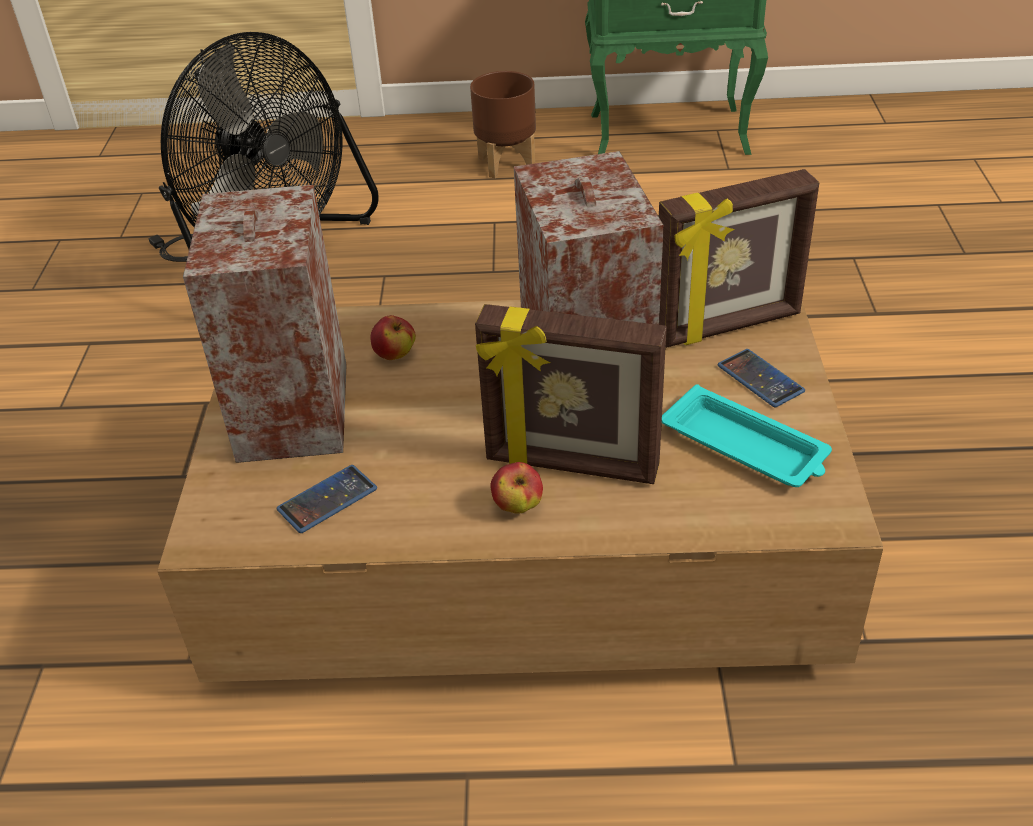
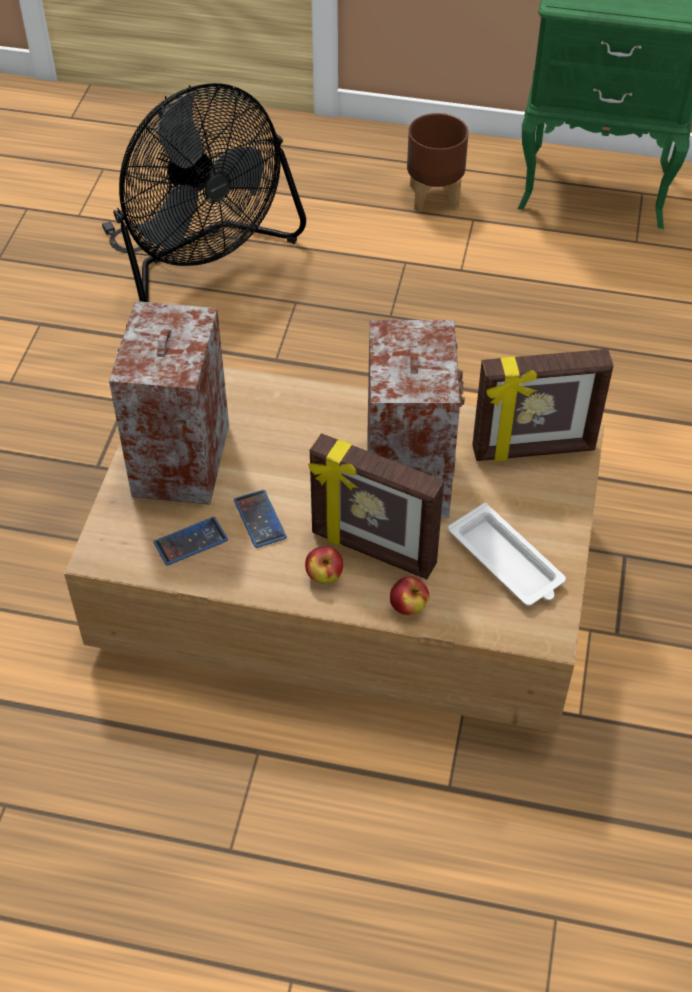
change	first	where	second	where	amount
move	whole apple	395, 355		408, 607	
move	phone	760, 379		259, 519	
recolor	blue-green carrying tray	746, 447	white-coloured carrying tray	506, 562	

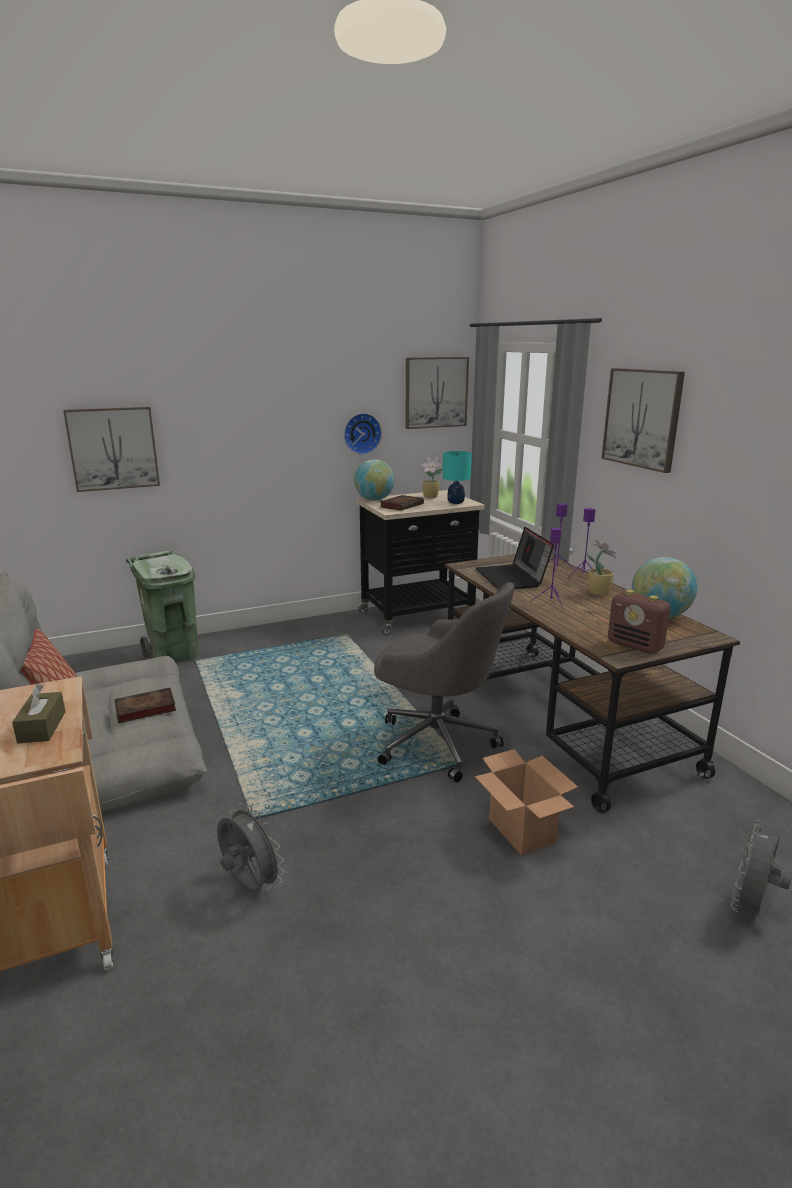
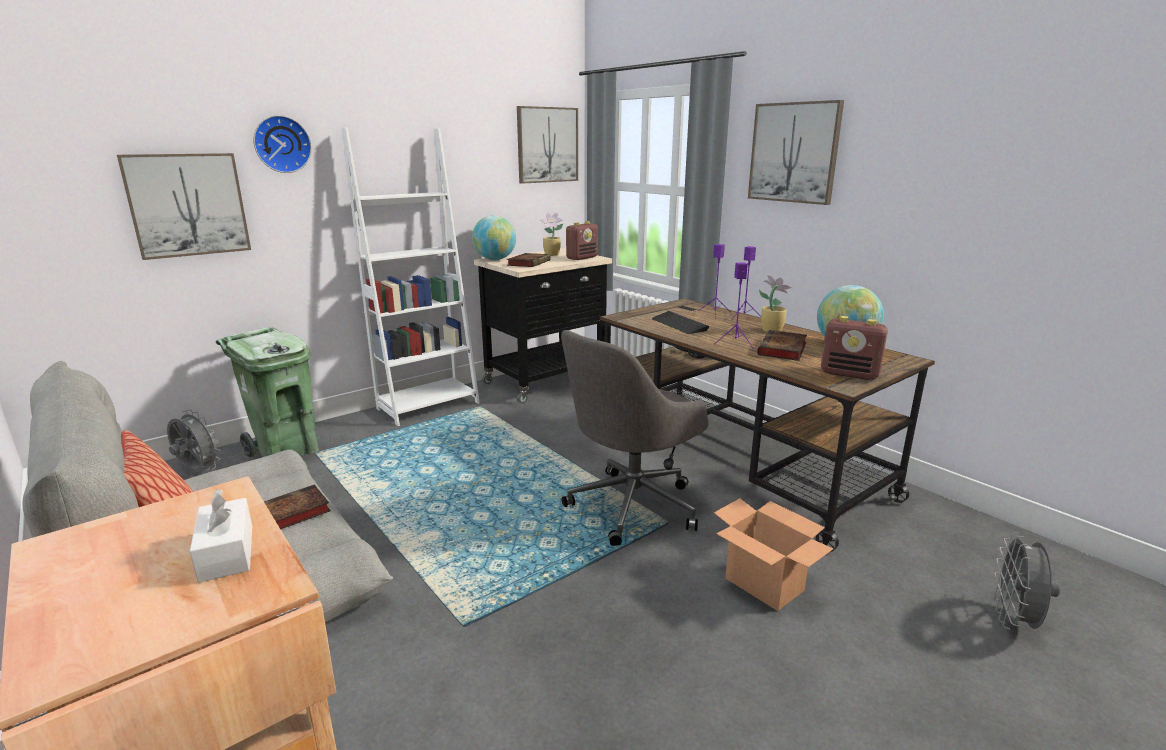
change	first	where	second	where	amount
insert			white-coloured shelving unit	428, 406	
insert			volume	782, 350	
move	grey electric fan	249, 886		197, 471	
move	clock on the wall	361, 433		281, 144	
replace	blue-green tabletop lamp	455, 502	radio receiver	582, 258	
replace	portable computer	512, 578	keyboard	679, 324	
recolor	brown-coloured tissue holder	42, 727	white-coloured tissue holder	227, 553	
rotate	grey office chair	438, 744		632, 507	120 degrees clockwise

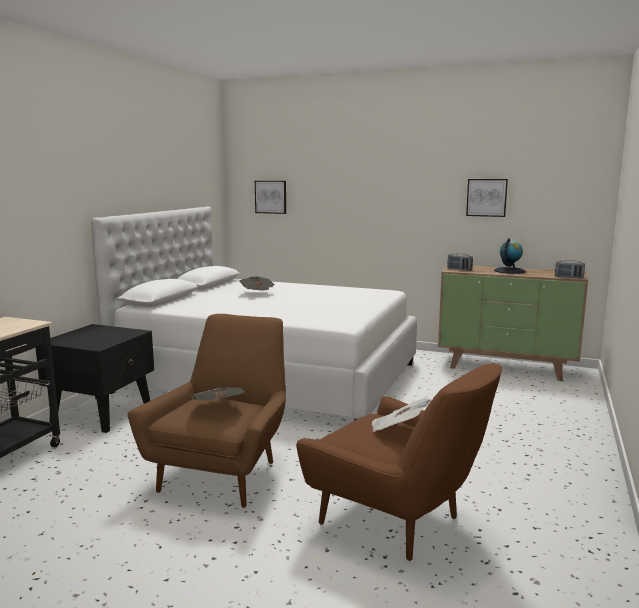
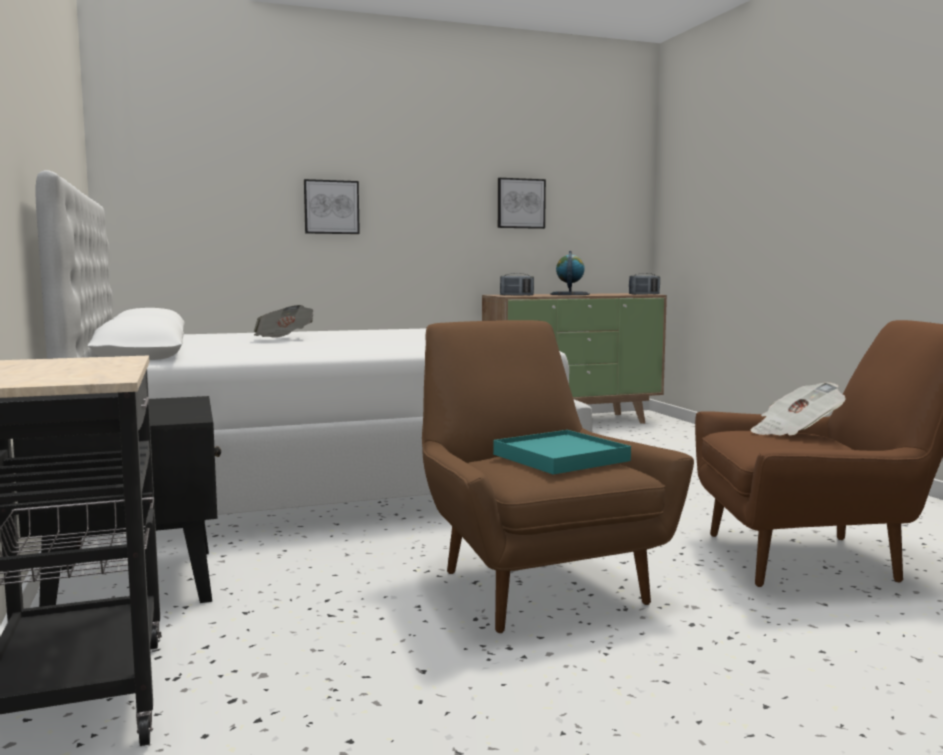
change	first	where	second	where	amount
move	wall art	271, 197		331, 207	
replace	printed paper	218, 408	blue-green carrying tray	560, 457	

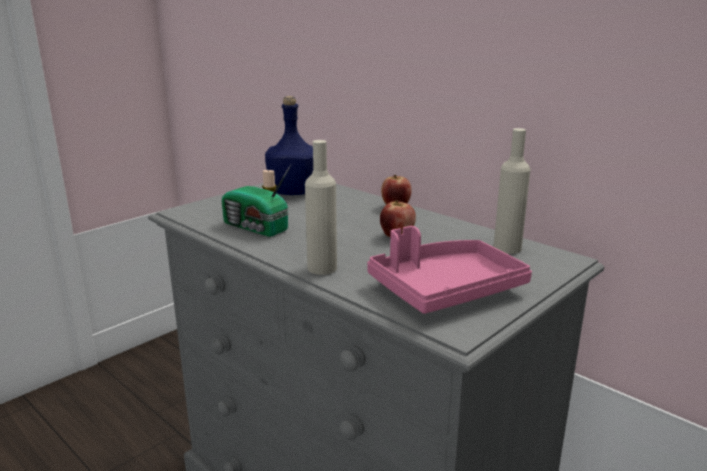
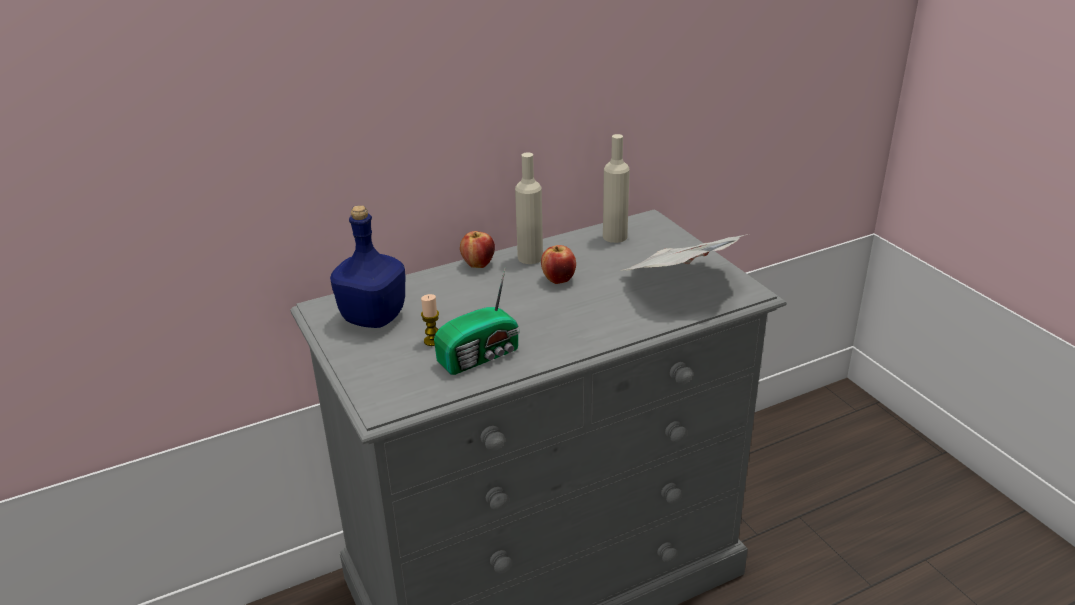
change	first	where	second	where	amount
move	beige bottle	322, 268		530, 257	
replace	pink-coloured carrying tray	445, 290	printed paper	681, 281	

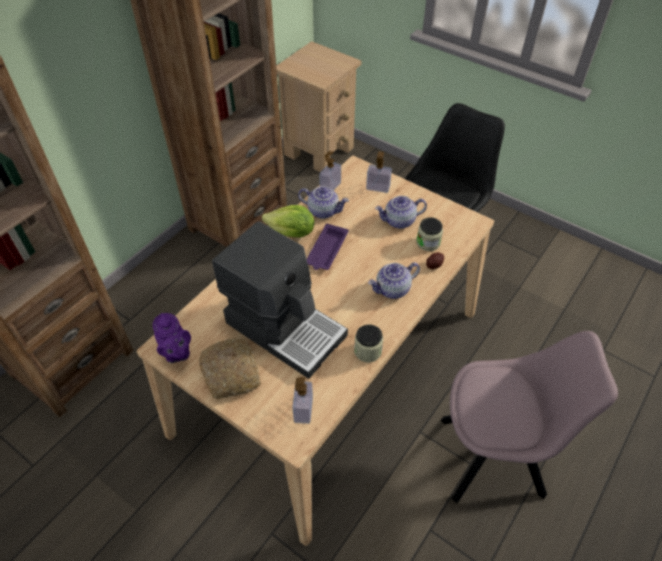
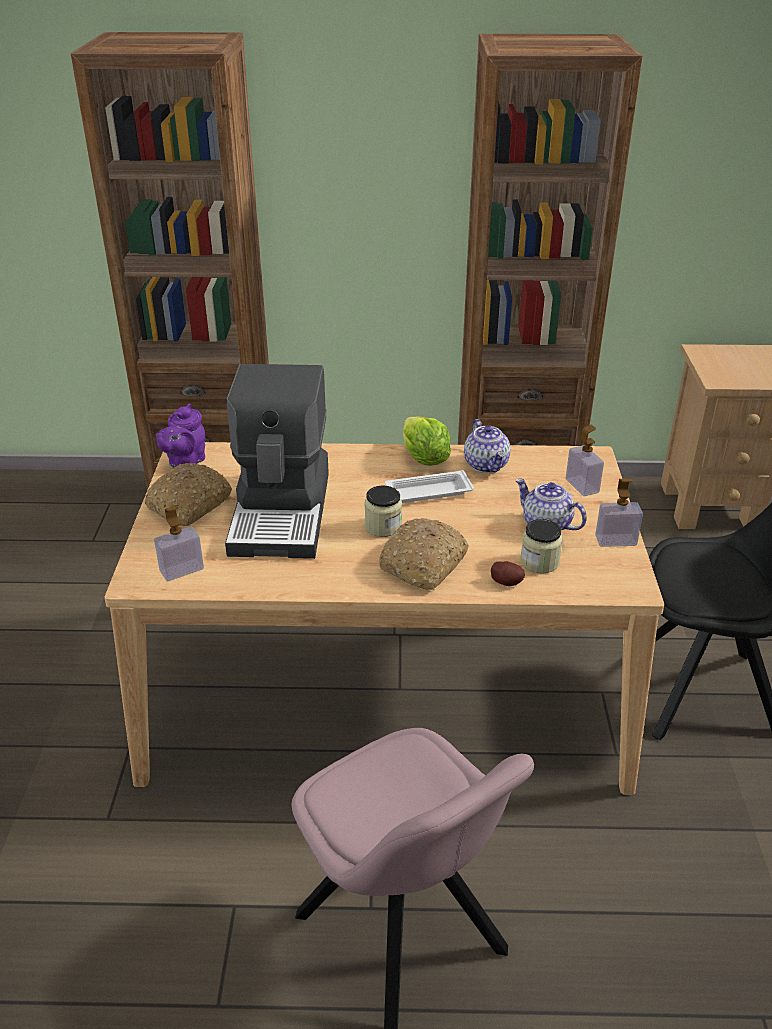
change	first	where	second	where	amount
move	liquid soap bottle	330, 187		615, 540	
move	jar	367, 351		383, 526	
replace	pot for tea	392, 290	baked bread	423, 564	
recolor	purple carrying tray	326, 250	white-coloured carrying tray	426, 492	

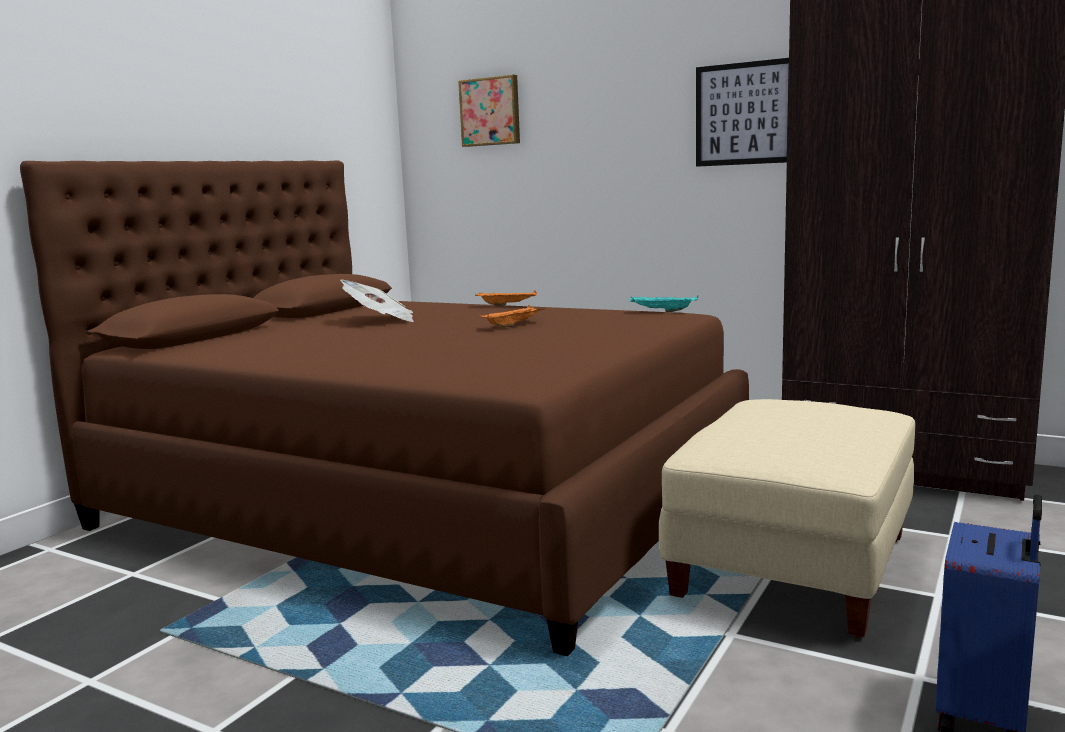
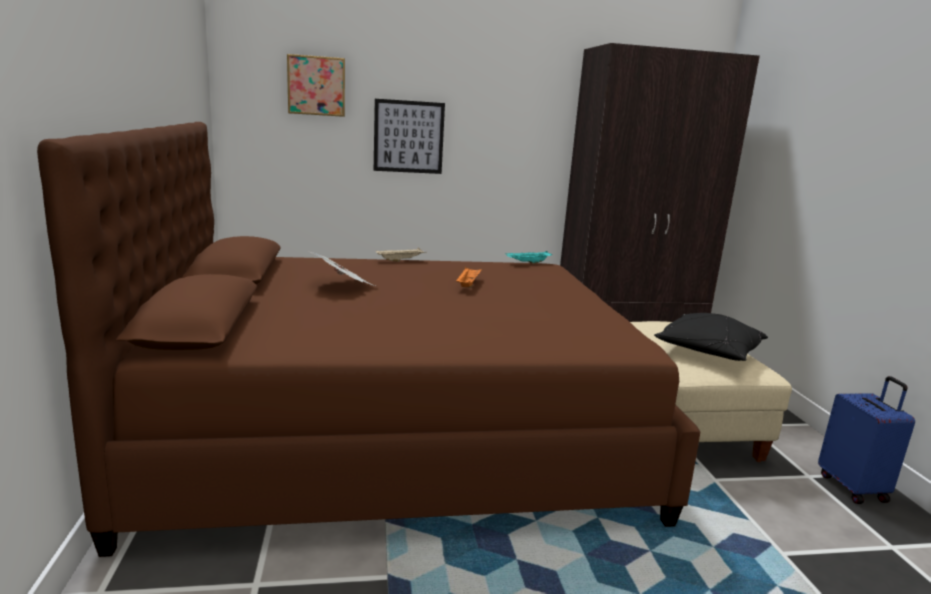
change	first	where	second	where	amount
insert			blackish cushion	708, 352	
move	wall art	743, 114		408, 137	
recolor	orange carrying tray	508, 305	beige carrying tray	401, 260	

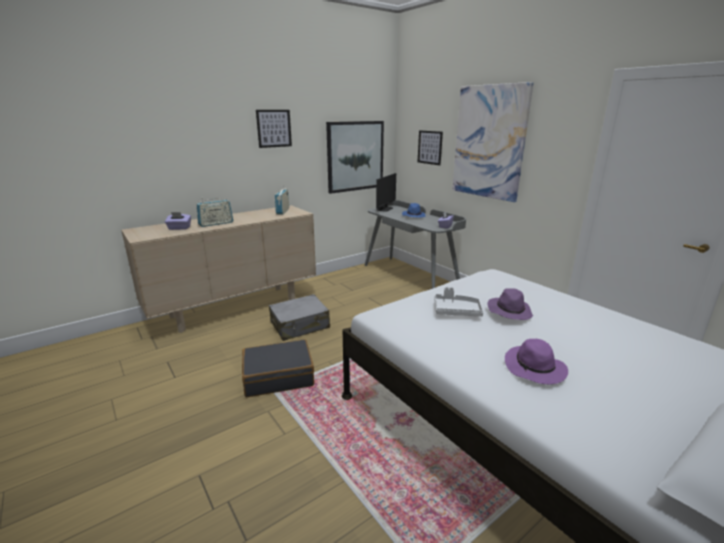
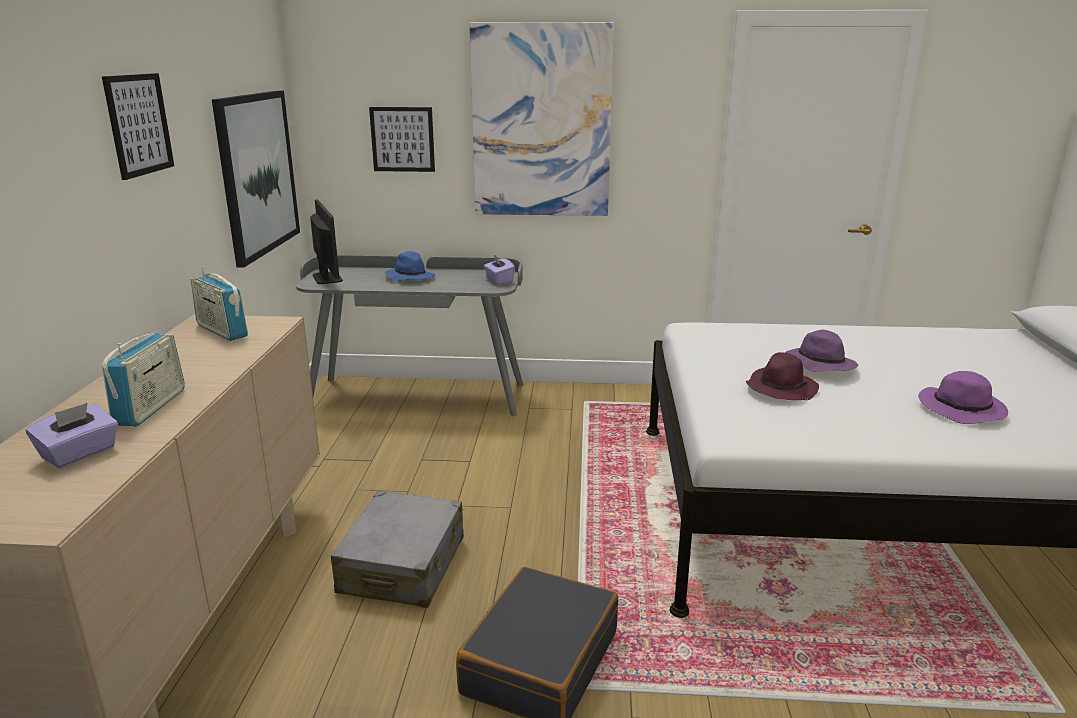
change	first	where	second	where	amount
replace	grey carrying tray	456, 311	purple wearable hat	780, 388	

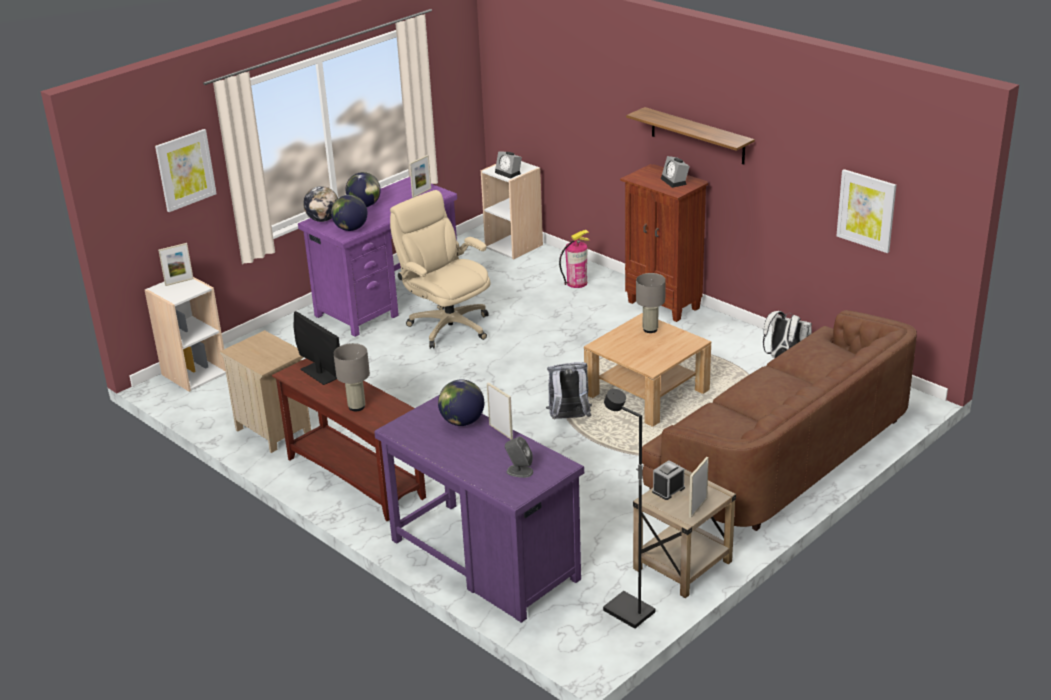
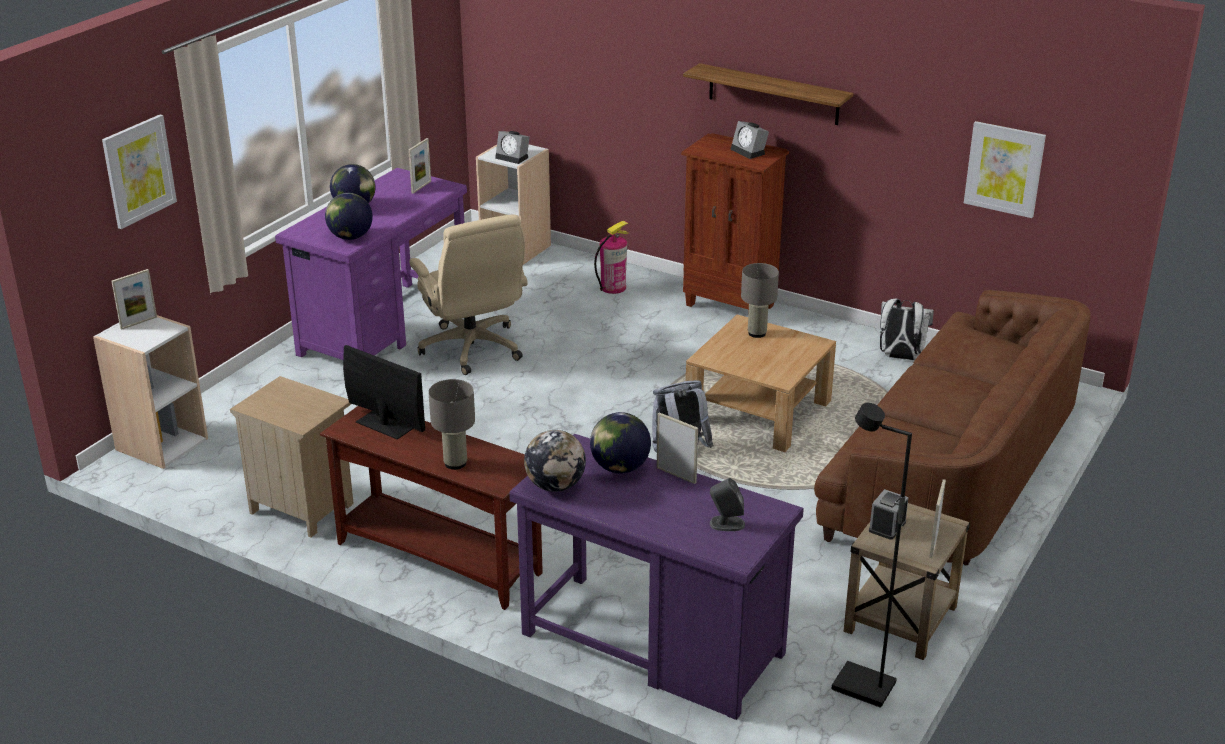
change	first	where	second	where	amount
move	world globe	323, 220		555, 486	
rotate	beige office chair	446, 325		473, 352	150 degrees counterclockwise

